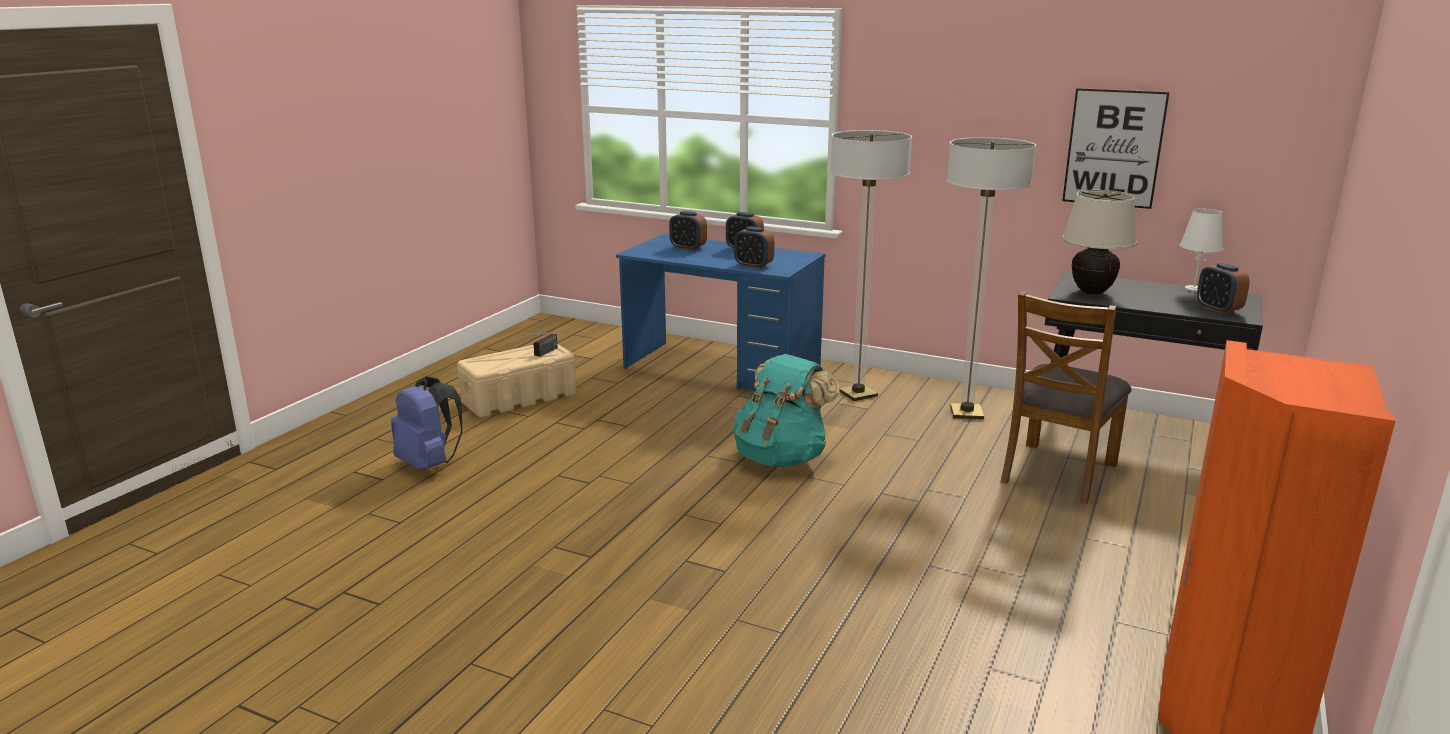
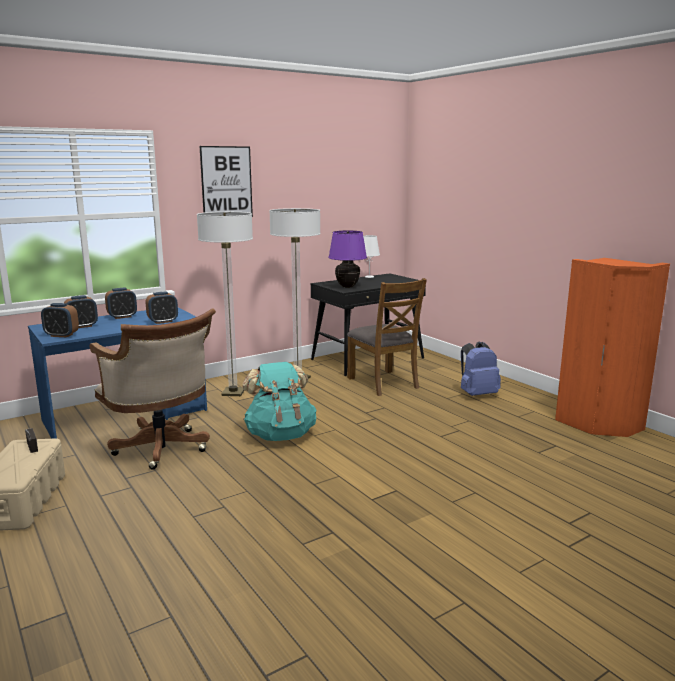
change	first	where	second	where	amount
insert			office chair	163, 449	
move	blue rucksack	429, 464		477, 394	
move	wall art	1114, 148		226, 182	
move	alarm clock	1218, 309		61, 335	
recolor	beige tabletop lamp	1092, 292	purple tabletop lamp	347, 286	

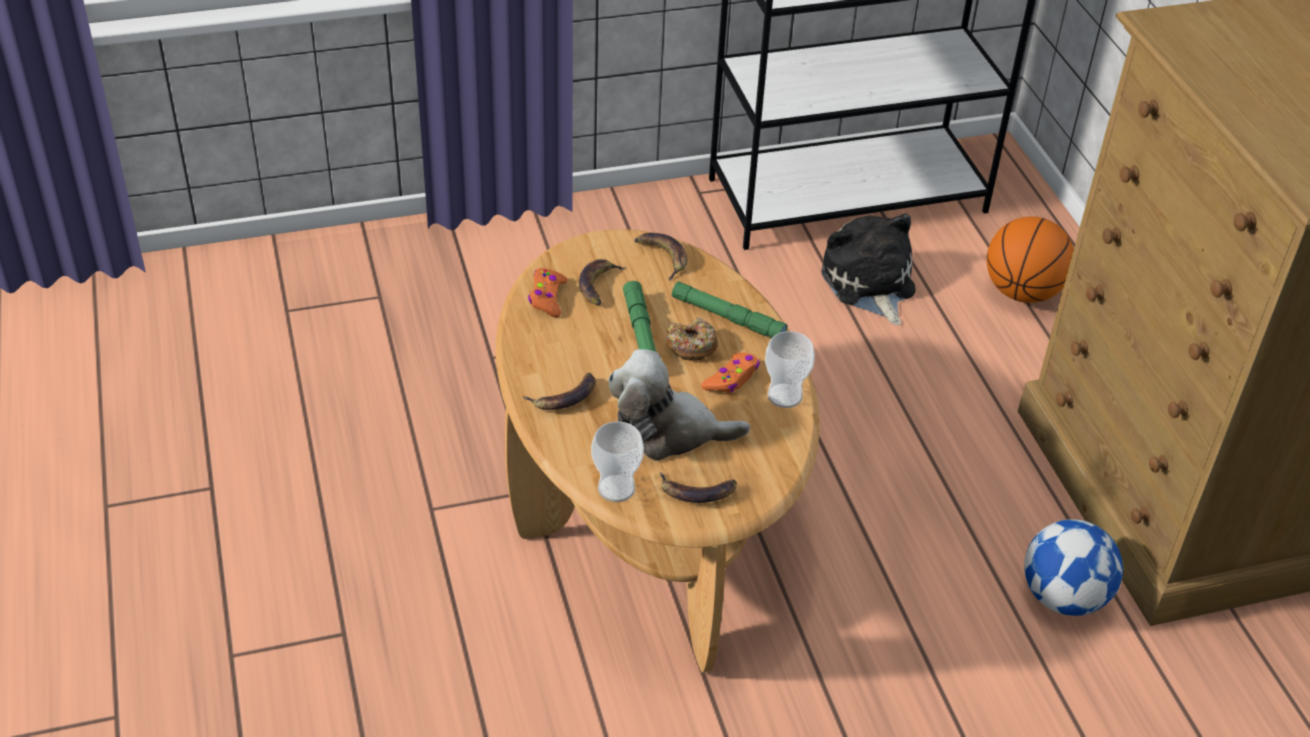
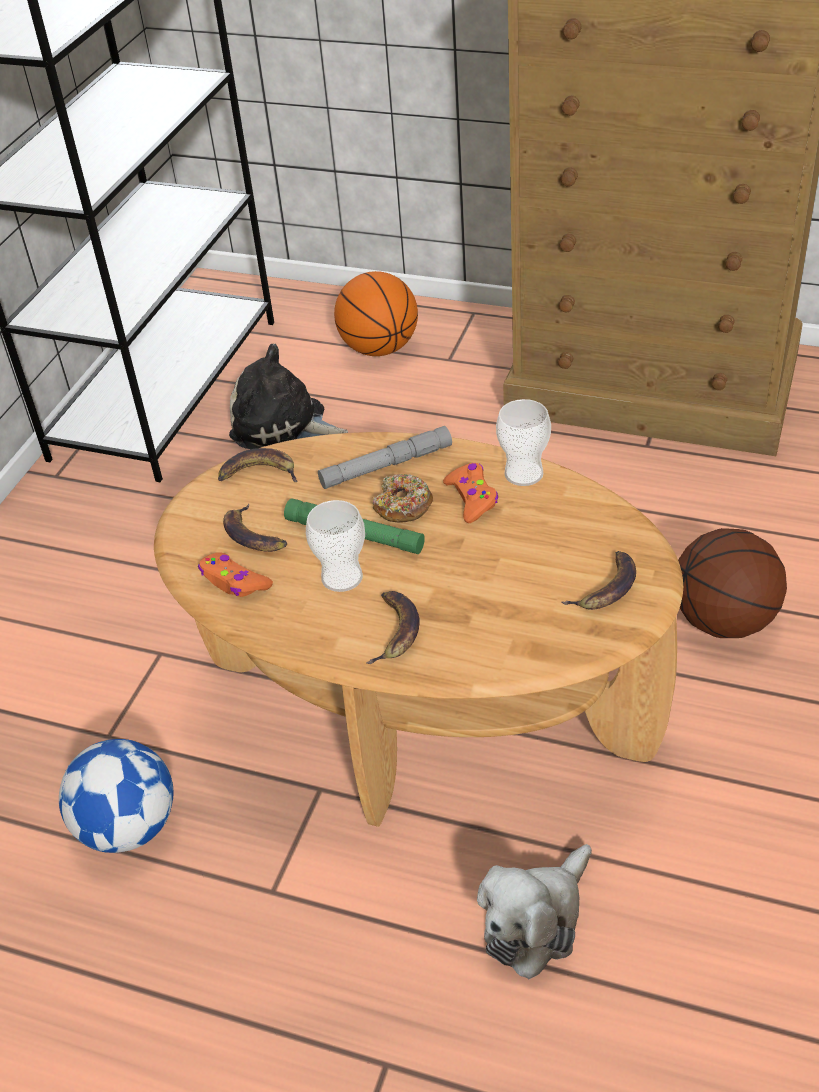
change	first	where	second	where	amount
insert			basketball ball	724, 620	
move	cup	616, 488		342, 577	
move	cuddly toy	667, 432		536, 921	
move	football ball	1063, 597		129, 827	
recolor	green-coloured hand torch	728, 317	grey hand torch	386, 465	

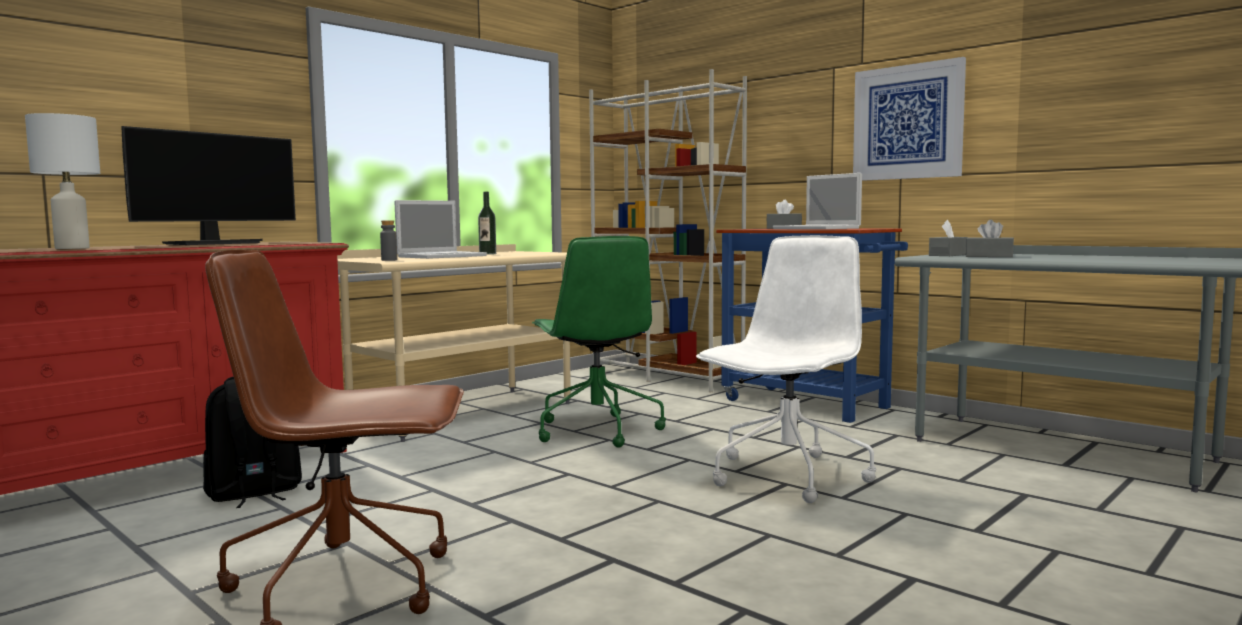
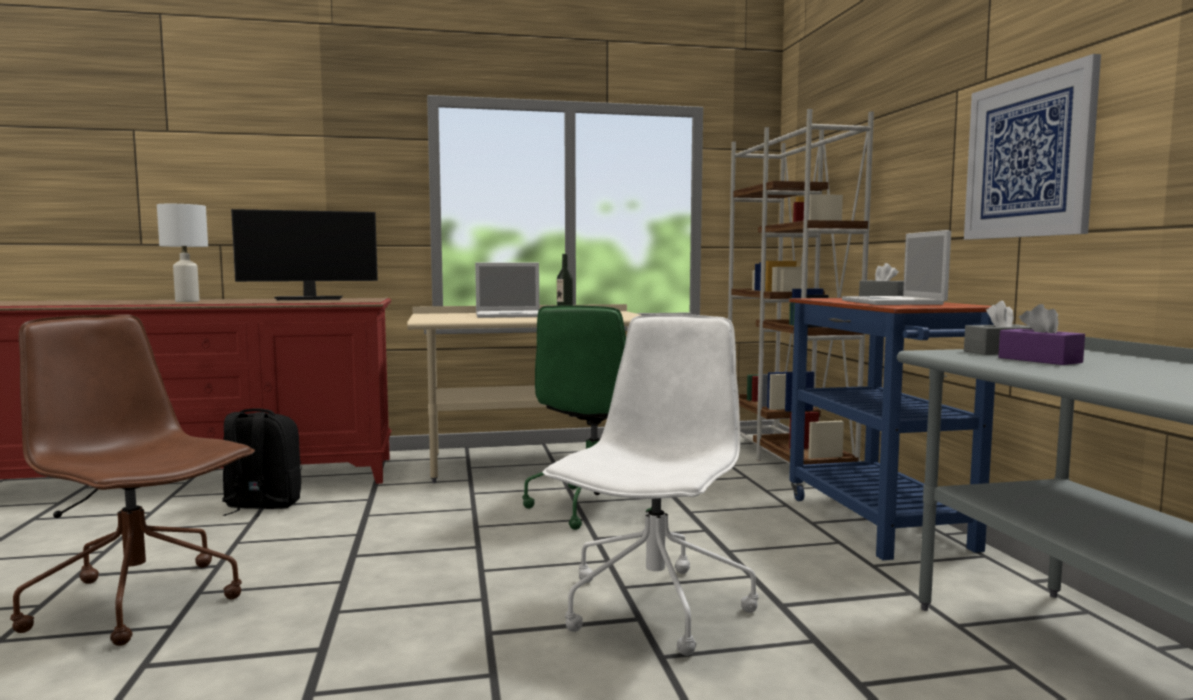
change	first	where	second	where	amount
delete	grey bottle	389, 260			
recolor	grey tissue holder	989, 256	purple tissue holder	1039, 360	
rotate	white-coloured office chair	785, 478		652, 612	45 degrees counterclockwise

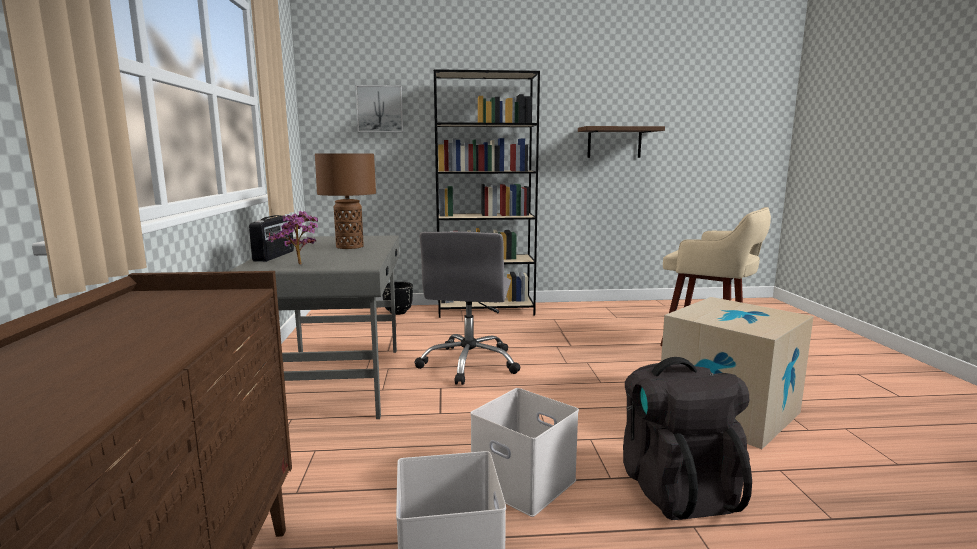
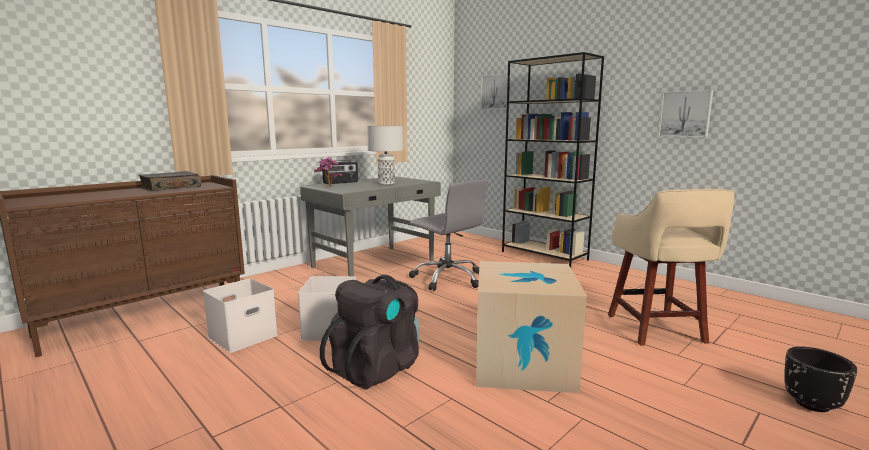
change	first	where	second	where	amount
insert			volume	170, 188	
move	blackish planter	398, 312		812, 404	
replace	brown-coloured shelf	614, 142	wall art	685, 114	
recolor	brown-coloured tabletop lamp	350, 246	white-coloured tabletop lamp	386, 183	
rotate	grey office chair	469, 364		448, 278	105 degrees counterclockwise

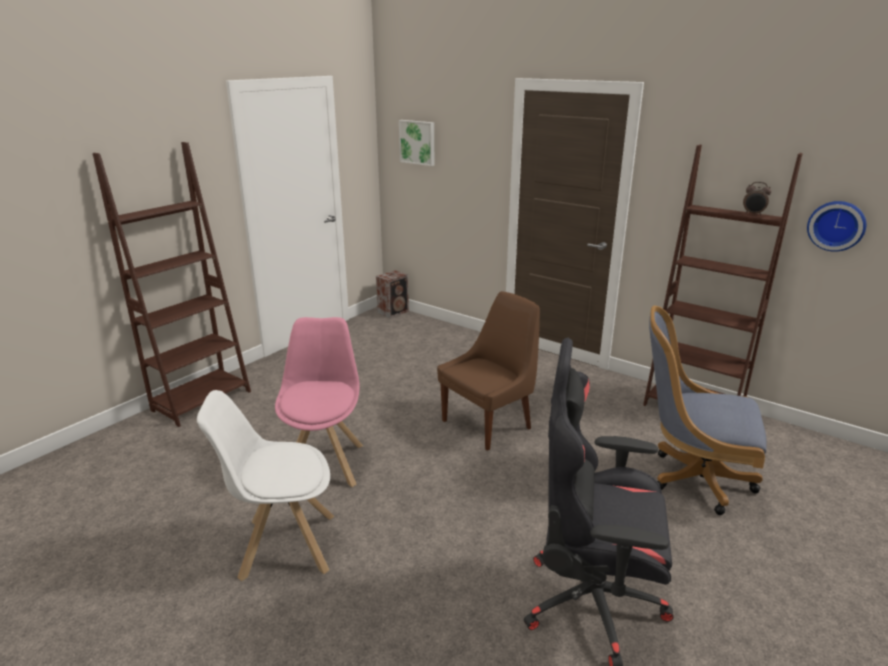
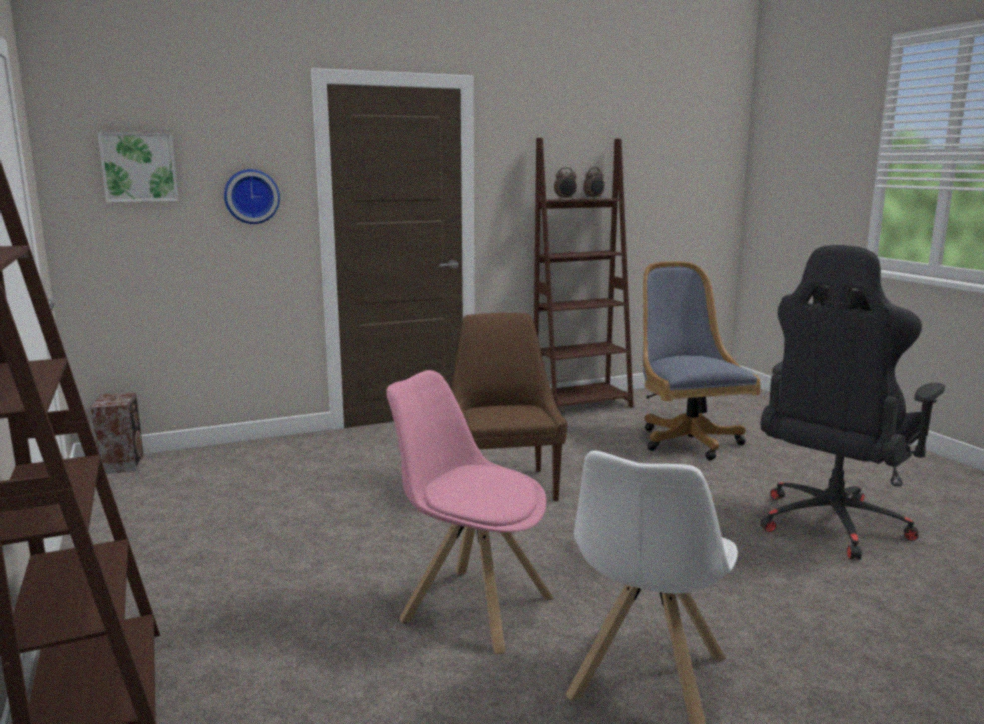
change	first	where	second	where	amount
insert			alarm clock	565, 199	
move	clock on the wall	836, 225		251, 196	
rotate	blue office chair	690, 479		685, 439	120 degrees clockwise

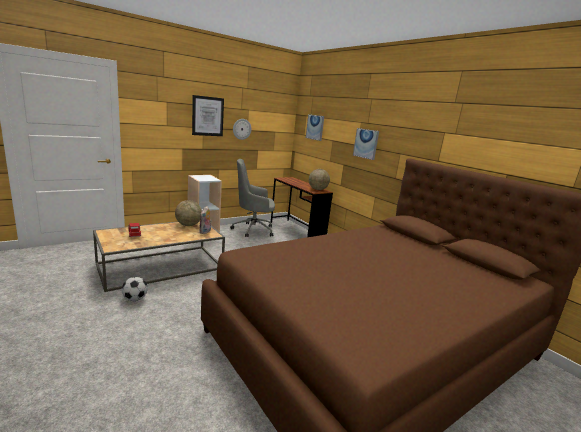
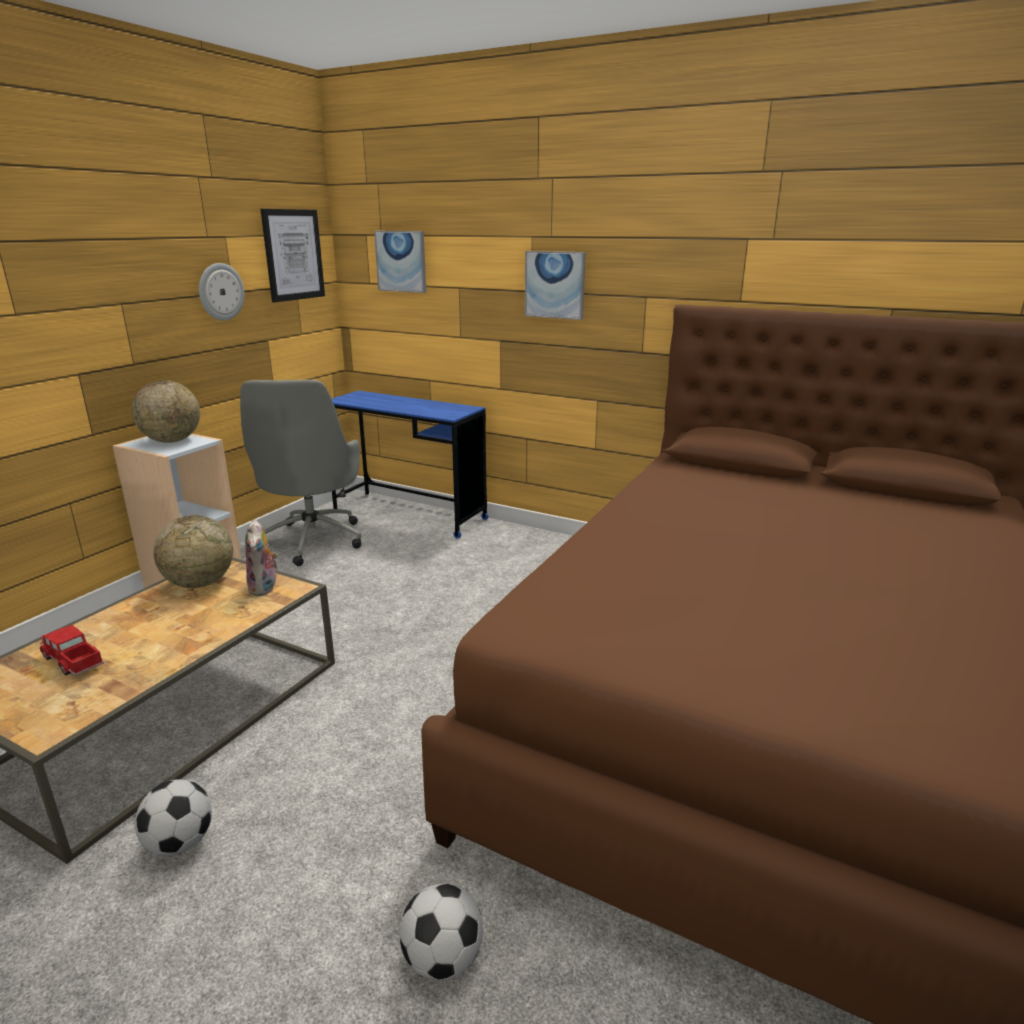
change	first	where	second	where	amount
insert			football ball	442, 959	
move	wall art	207, 116		293, 255	
move	world globe	318, 189		172, 441	
recolor	brown-coloured desk	296, 231	blue desk	409, 514	
rotate	grey office chair	253, 230		313, 541	60 degrees counterclockwise

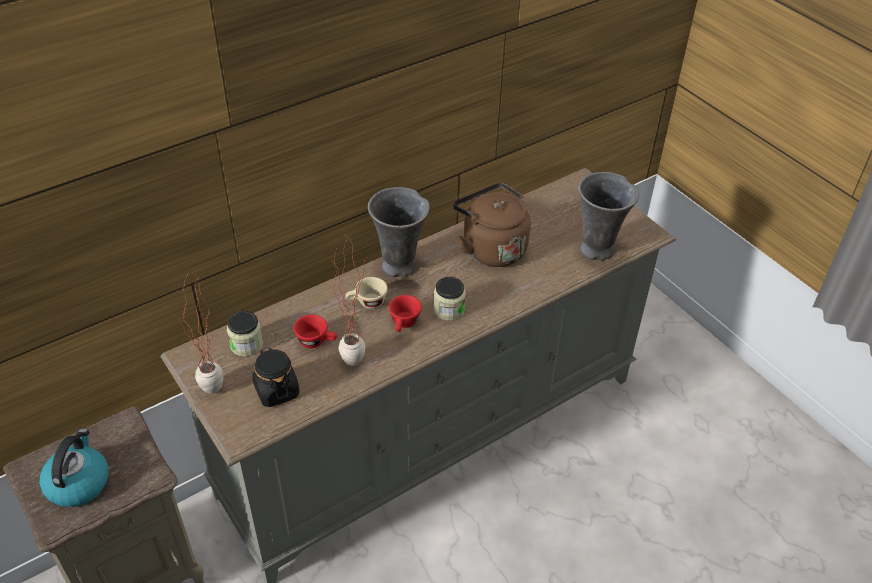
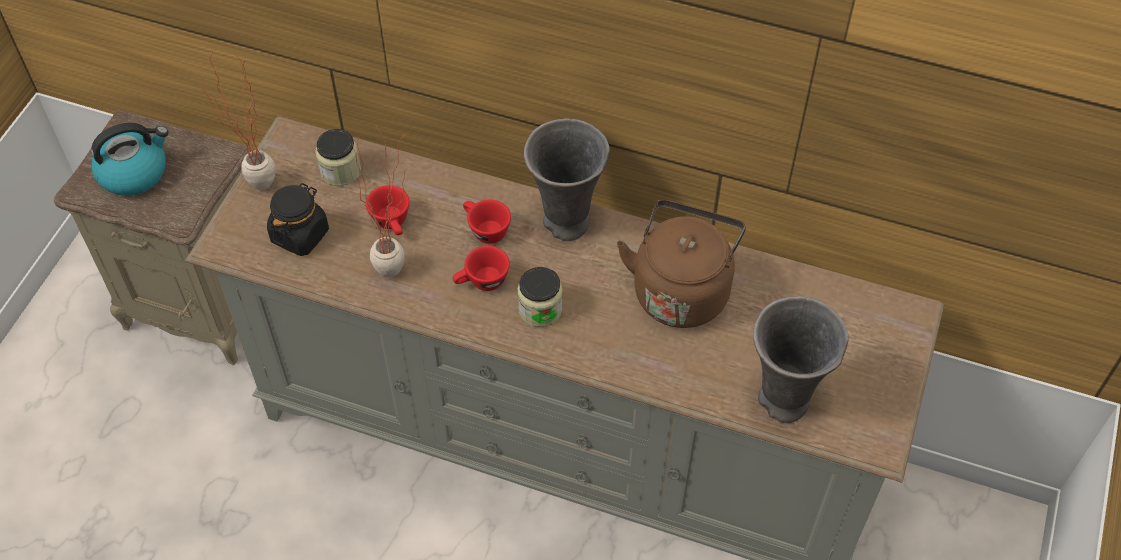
change	first	where	second	where	amount
recolor	beige cup	367, 303	reddish cup	485, 230	

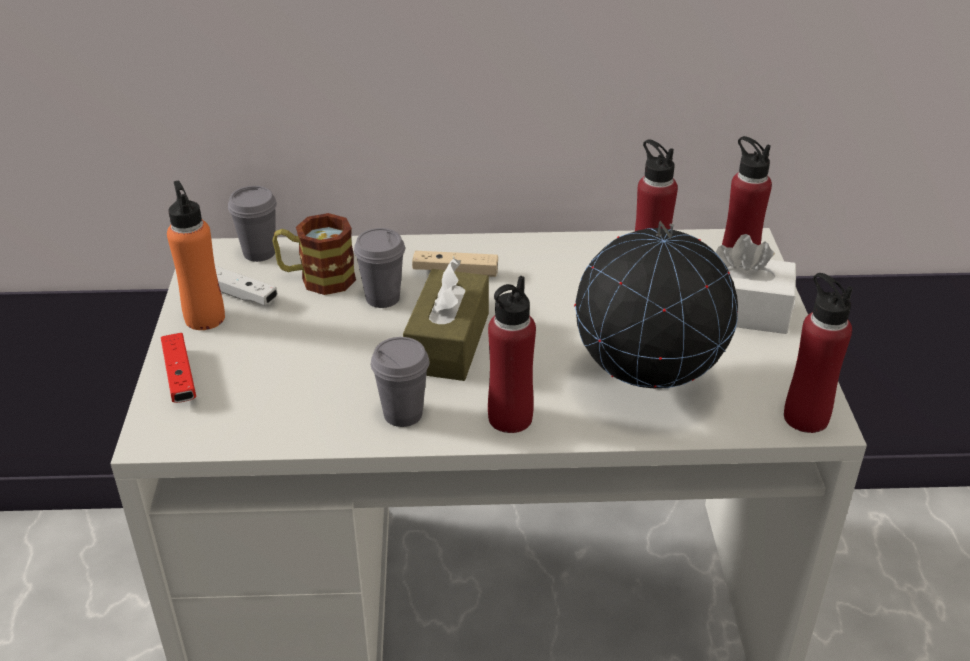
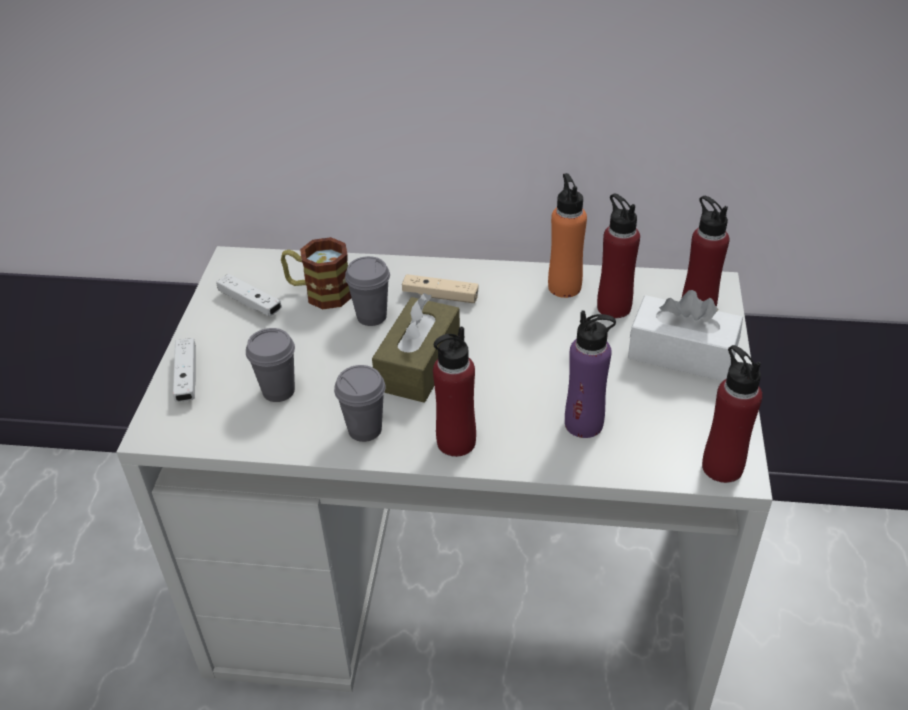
change	first	where	second	where	amount
move	orange bottle	205, 318		564, 287	
move	grey cup	259, 253		278, 391	
replace	world globe	646, 387	purple bottle	584, 424	
recolor	reddish gamepad	180, 377	white-coloured gamepad	187, 377	

